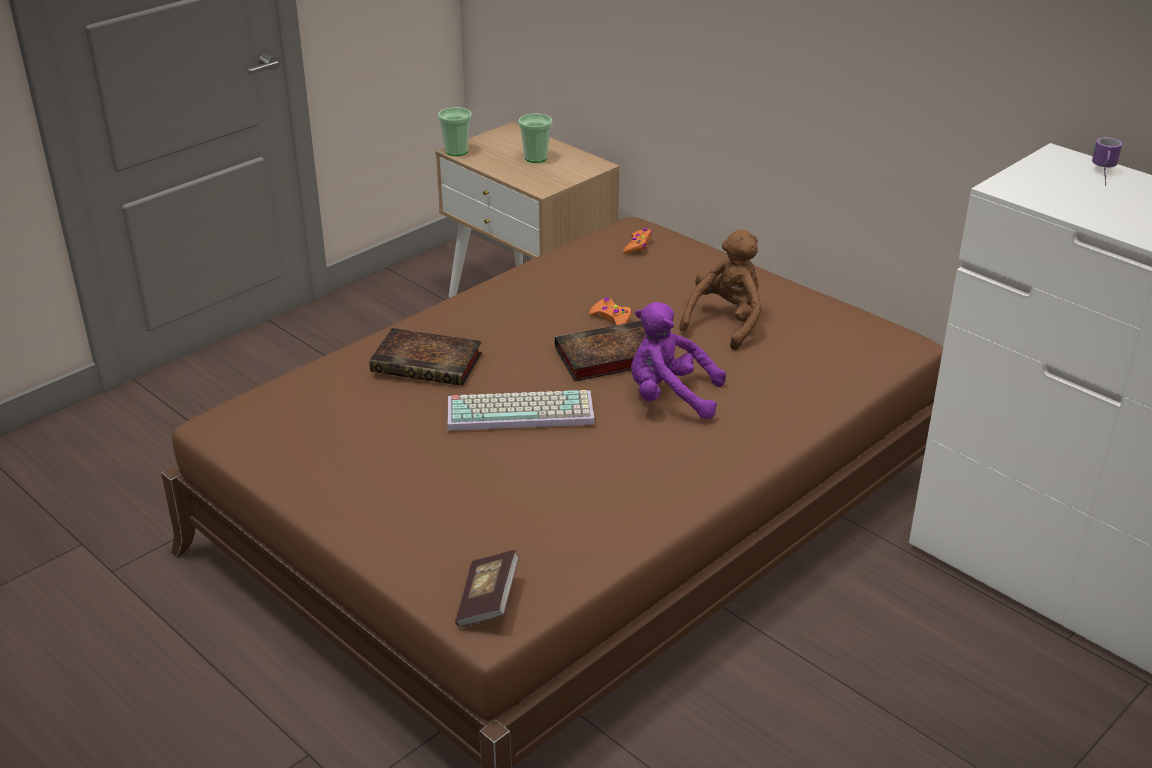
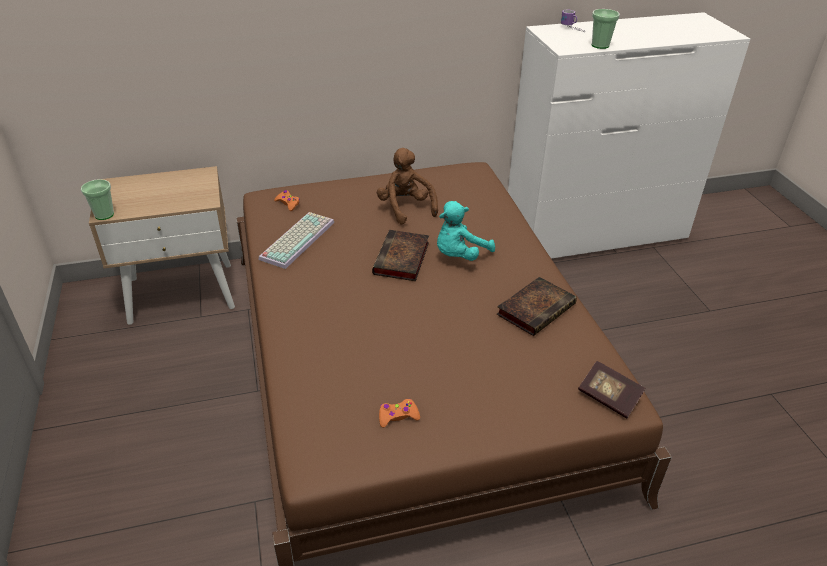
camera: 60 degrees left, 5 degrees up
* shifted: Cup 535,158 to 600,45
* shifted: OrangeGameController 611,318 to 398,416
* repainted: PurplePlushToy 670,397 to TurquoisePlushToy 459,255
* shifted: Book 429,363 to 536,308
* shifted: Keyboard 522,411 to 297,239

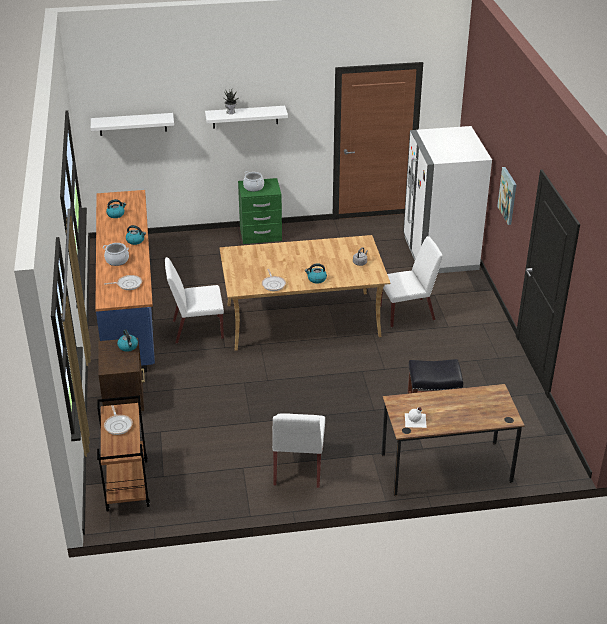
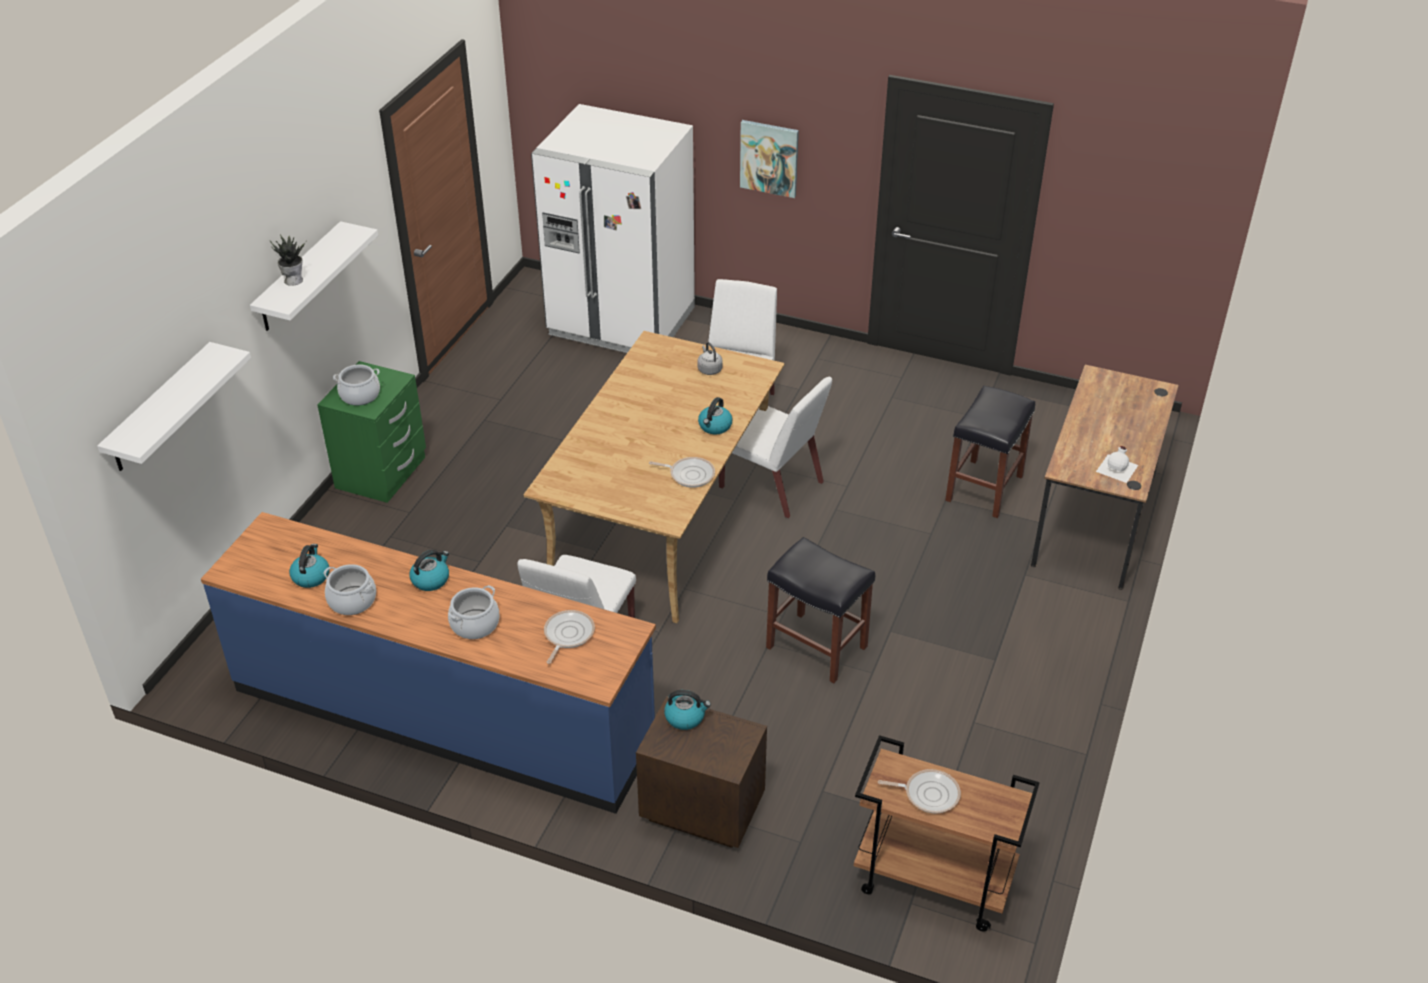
camera: 60 degrees left, 5 degrees up
* shifted: WhiteChair 298,467 to 772,486
* new: BlackStool 818,647
* new: CookingPot 352,601

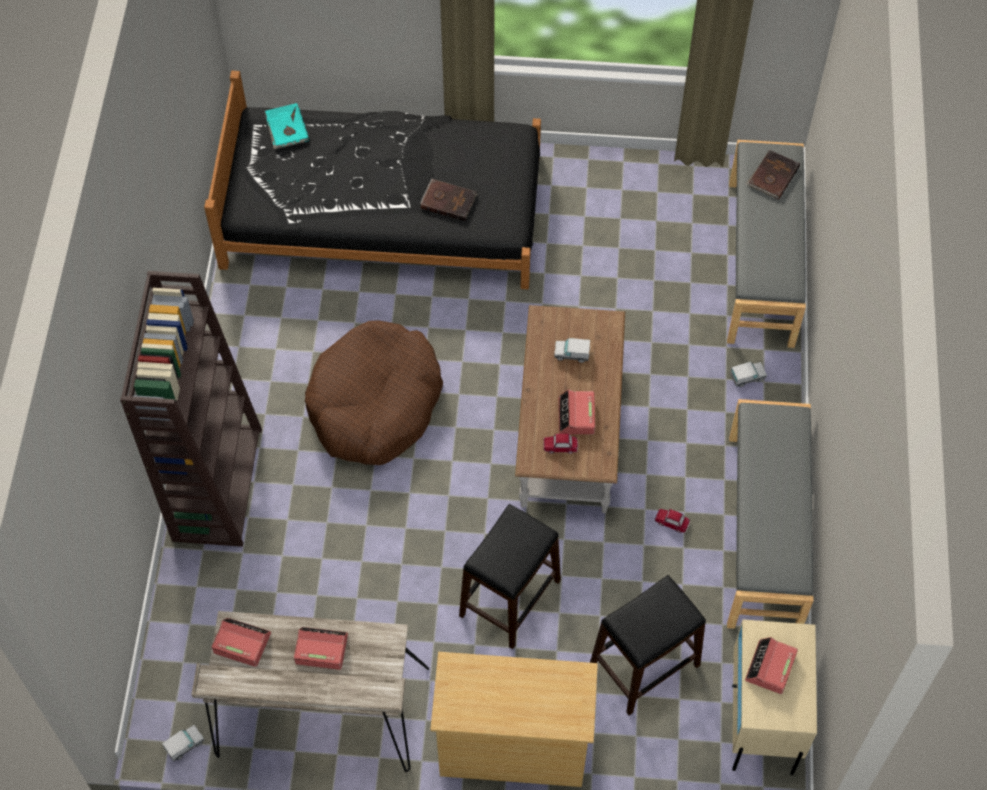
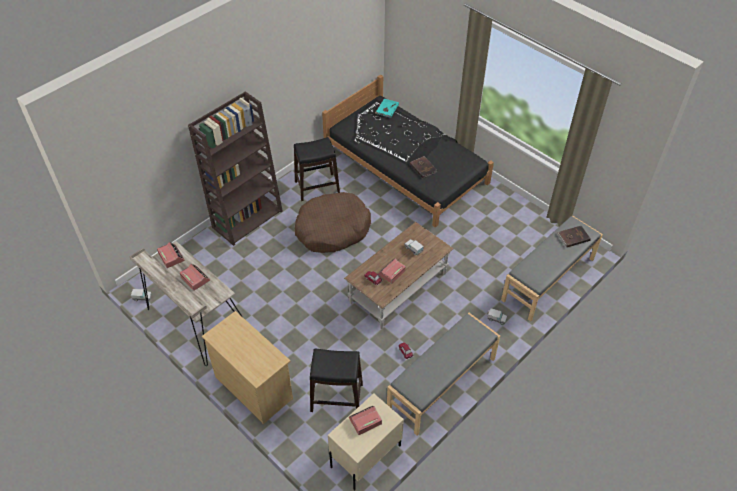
camera: 40 degrees right, 10 degrees down
* shifted: BlackStool 510,598 to 317,187

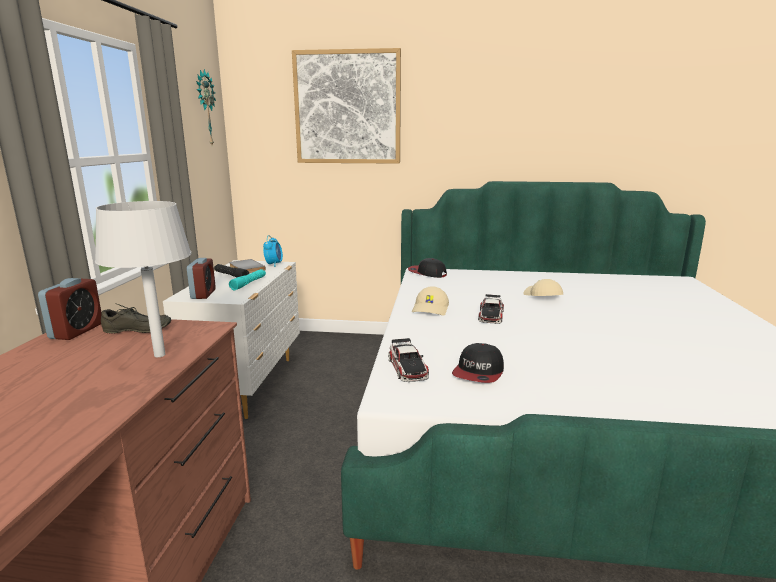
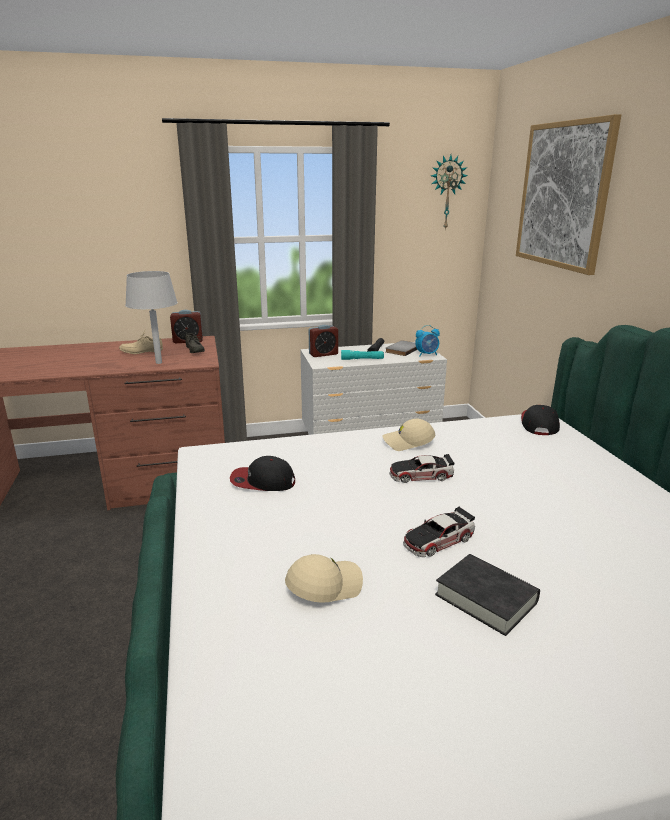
camera: 70 degrees right, 5 degrees up
* shifted: BeigeCap 542,296 to 324,585
* shifted: ToyCar 407,367 to 438,540
* new: BeigeShoe 141,351
* new: BlackBook 486,599

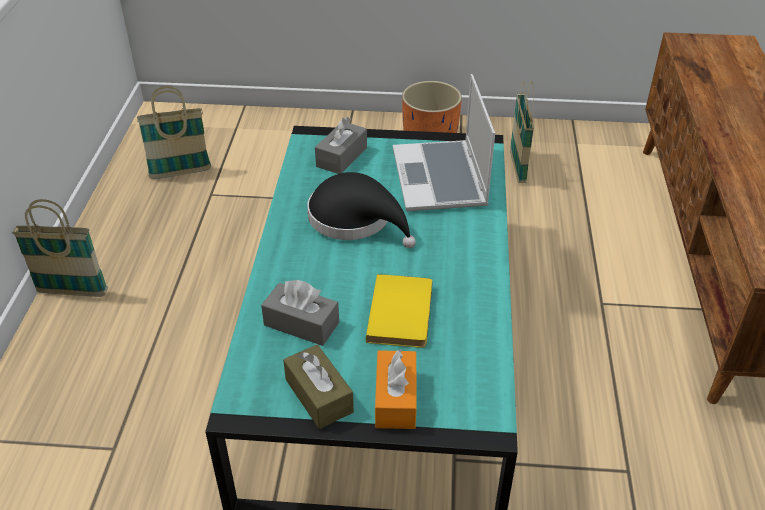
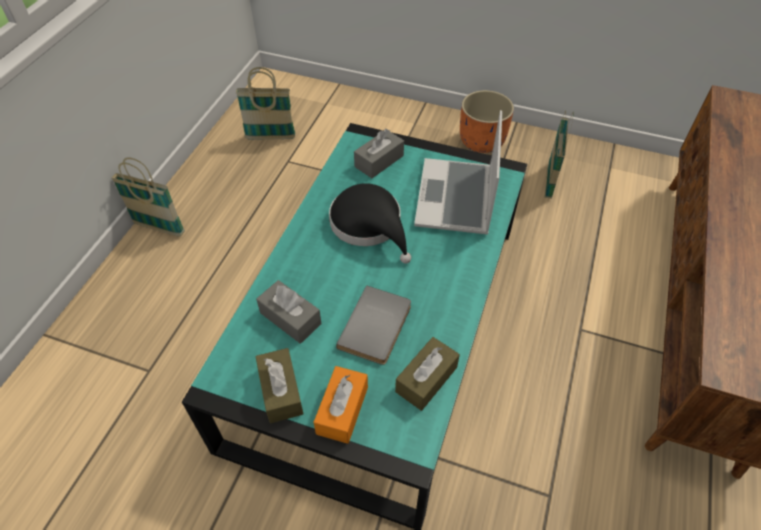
camera: 15 degrees right, 10 degrees up
* repainted: YellowBook 403,313 to GreyBook 377,327
* new: BrownTissueBox 426,379

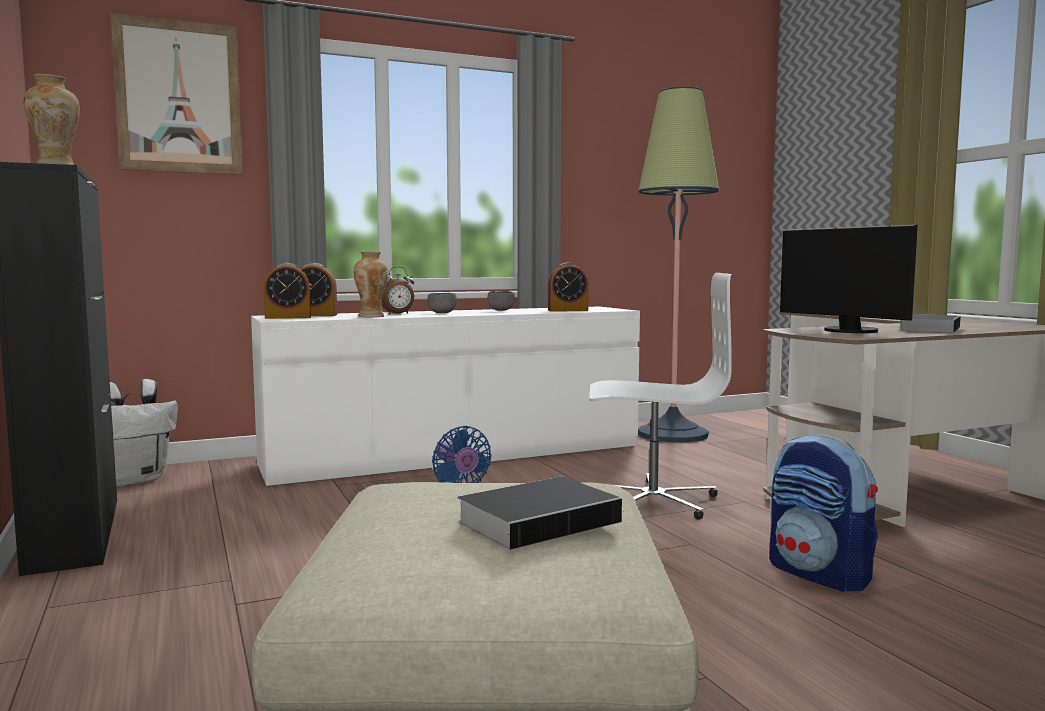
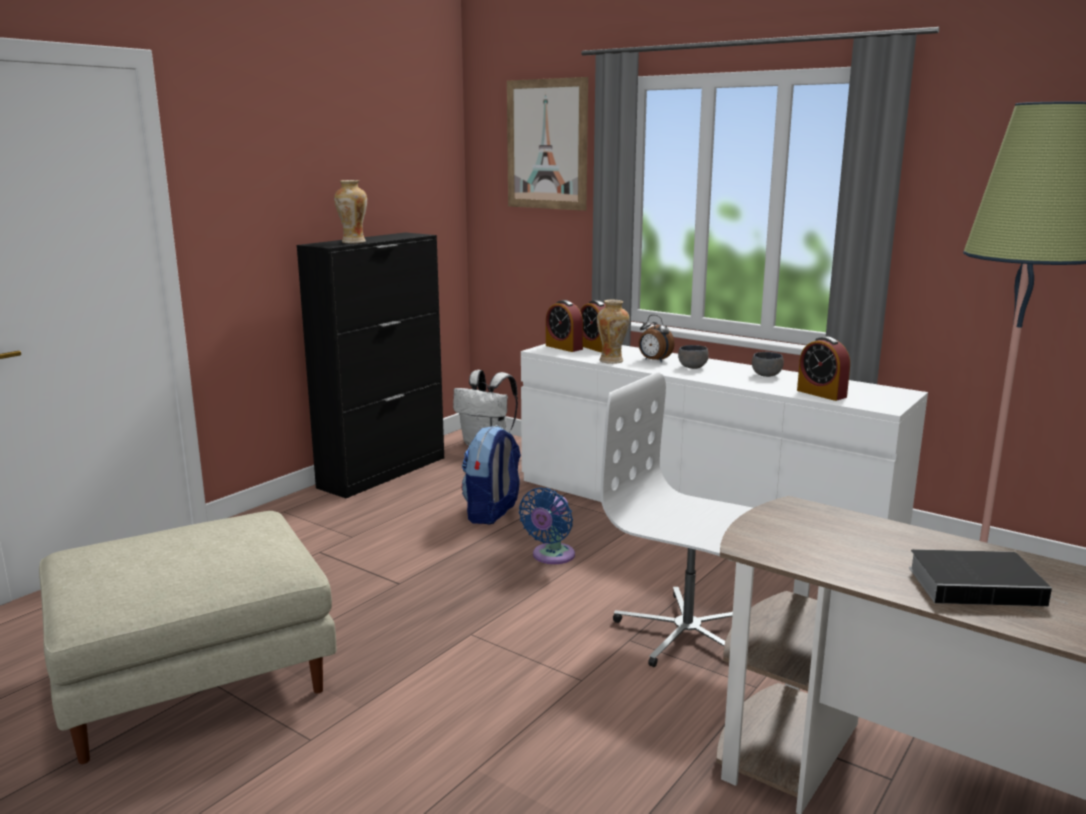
camera: 60 degrees right, 10 degrees up
* gone: Monitor 847,331
* rotated: WhiteOfficeChair 652,500 = 687,633 150 degrees clockwise
* shifted: Backpack 820,574 to 492,513
* gone: Book 542,520

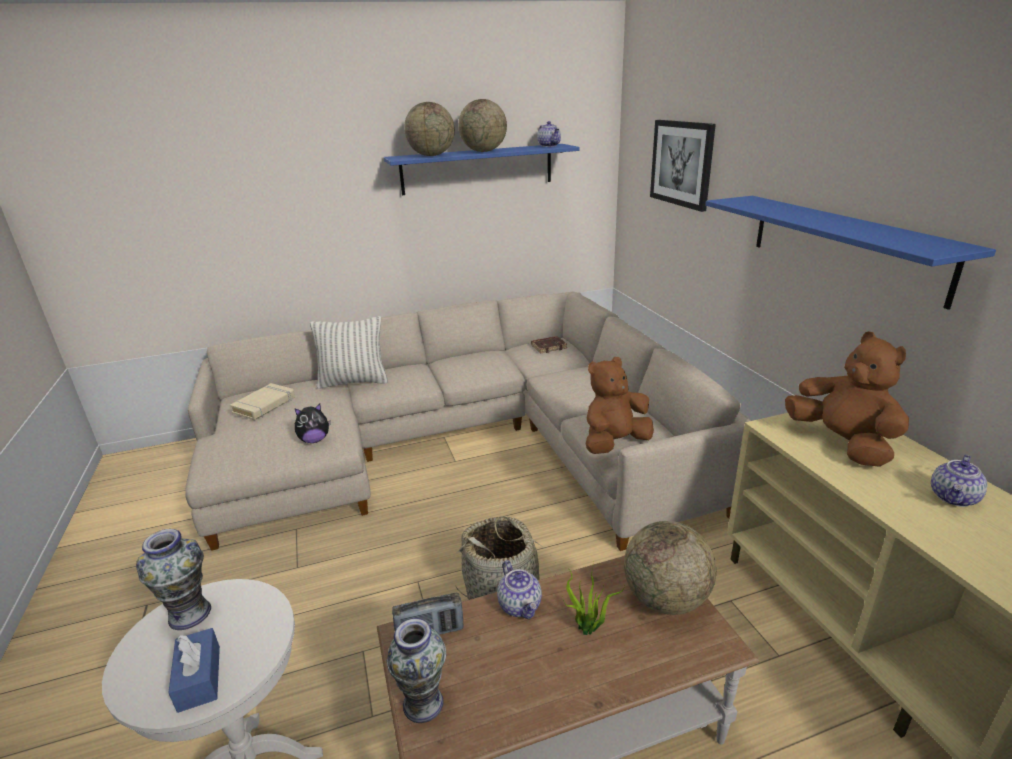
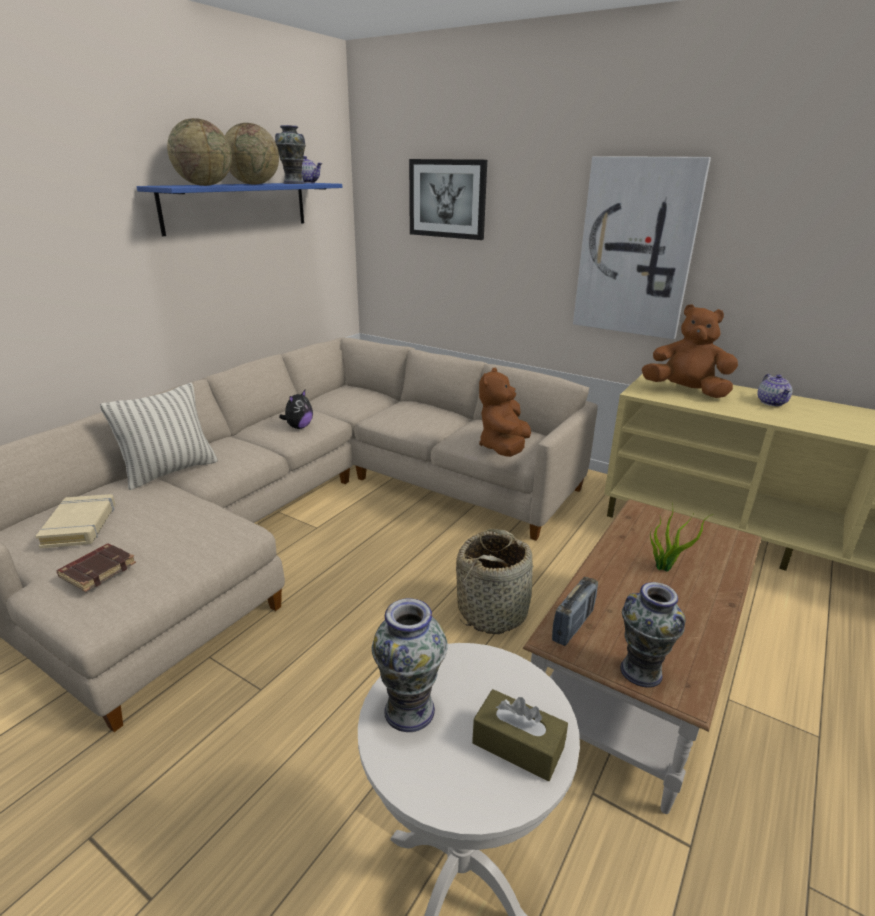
camera: 40 degrees left, 0 degrees up
* swapped: BlueShelf 843,245 to Picture 636,248
* shifted: BrownBook 549,347 to 98,570
* shifted: PlushToy 314,440 to 299,427
* gone: Globe 665,599
* gone: Teapot 520,605
* repainted: BlueTissueBox 199,678 to BrownTissueBox 518,745
* new: Vase 293,183

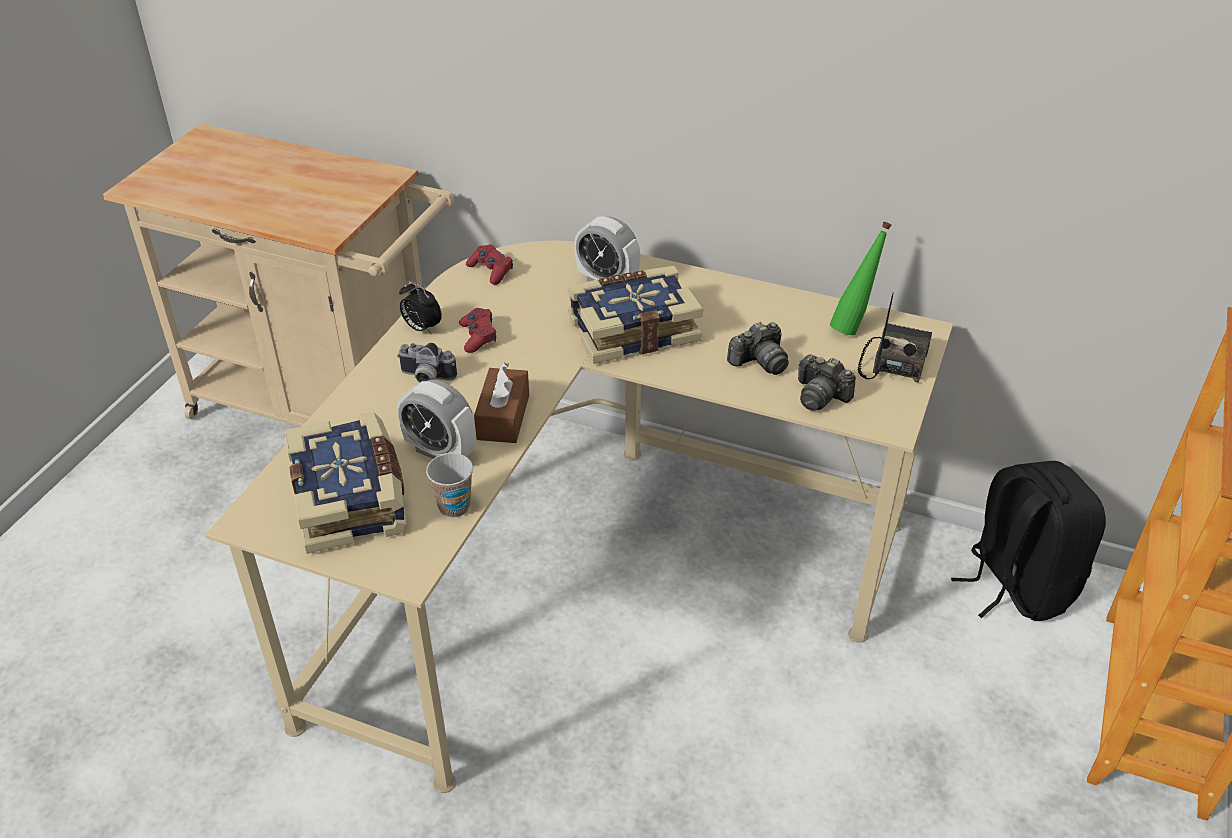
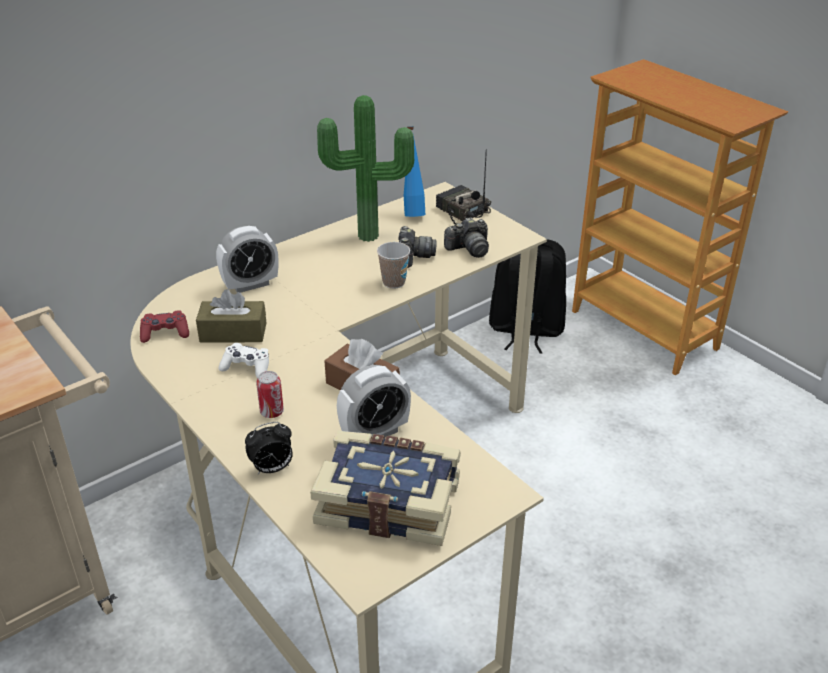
camera: 60 degrees left, 5 degrees down
* repainted: GreenBottle 853,326 to BlueBottle 413,212
* gone: Book 632,329
* shifted: AlarmClock 421,328 to 272,469
* repainted: RedGameController 478,336 to WhiteGameController 247,367
* swapped: PhotoCamera 426,378 to Can 272,412
* shifted: Cup 454,507 to 394,282
* new: PottedPlant 369,238
* new: BrownTissueBox 233,332

